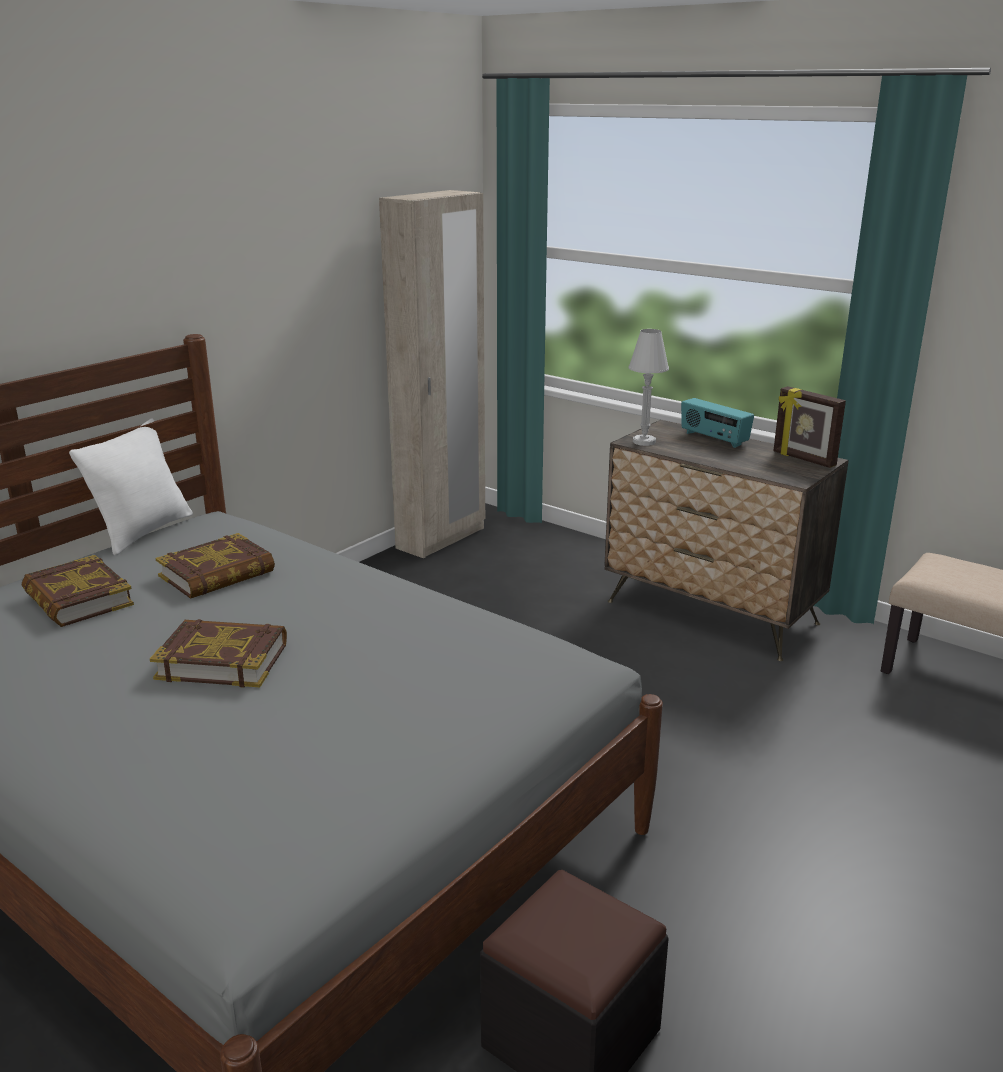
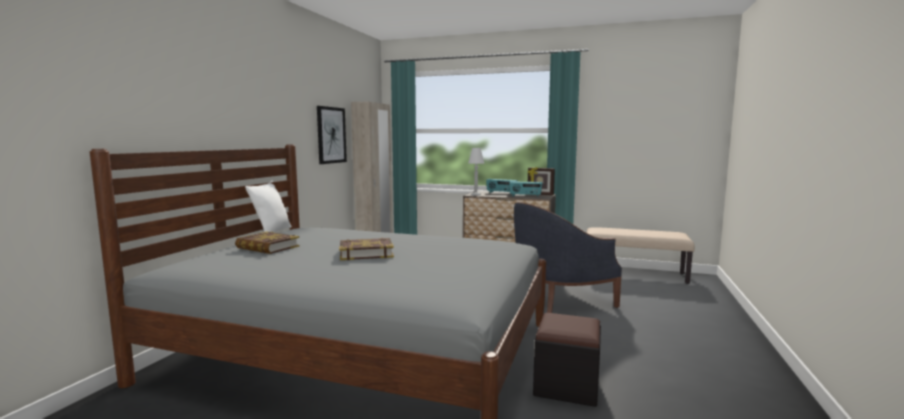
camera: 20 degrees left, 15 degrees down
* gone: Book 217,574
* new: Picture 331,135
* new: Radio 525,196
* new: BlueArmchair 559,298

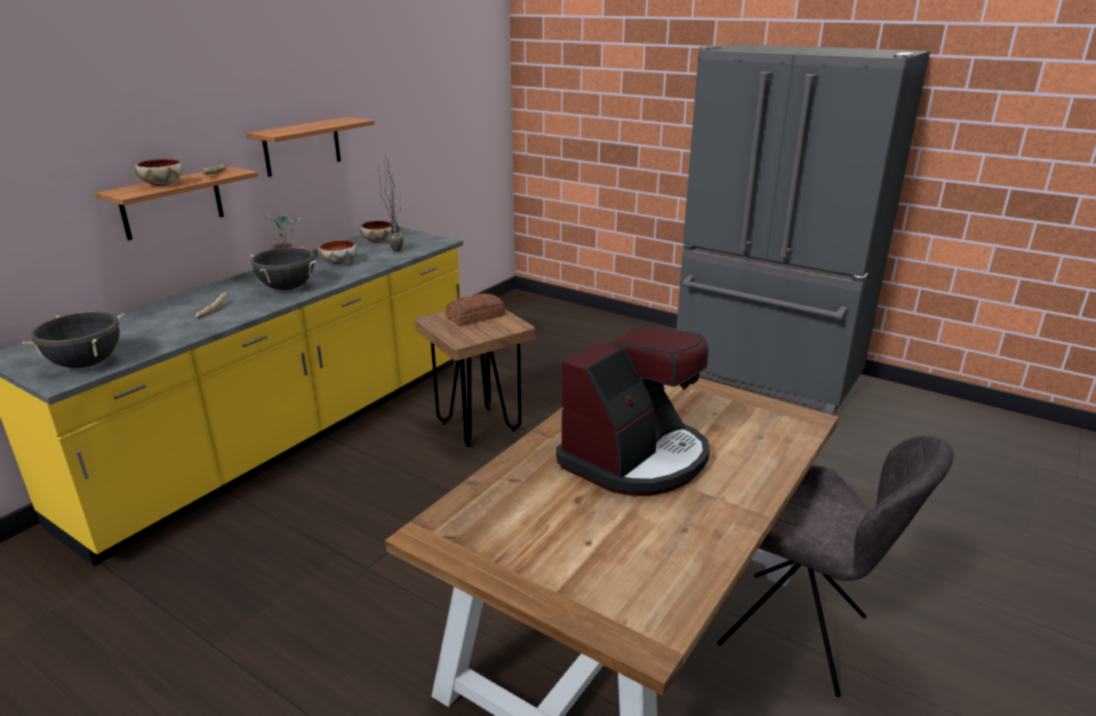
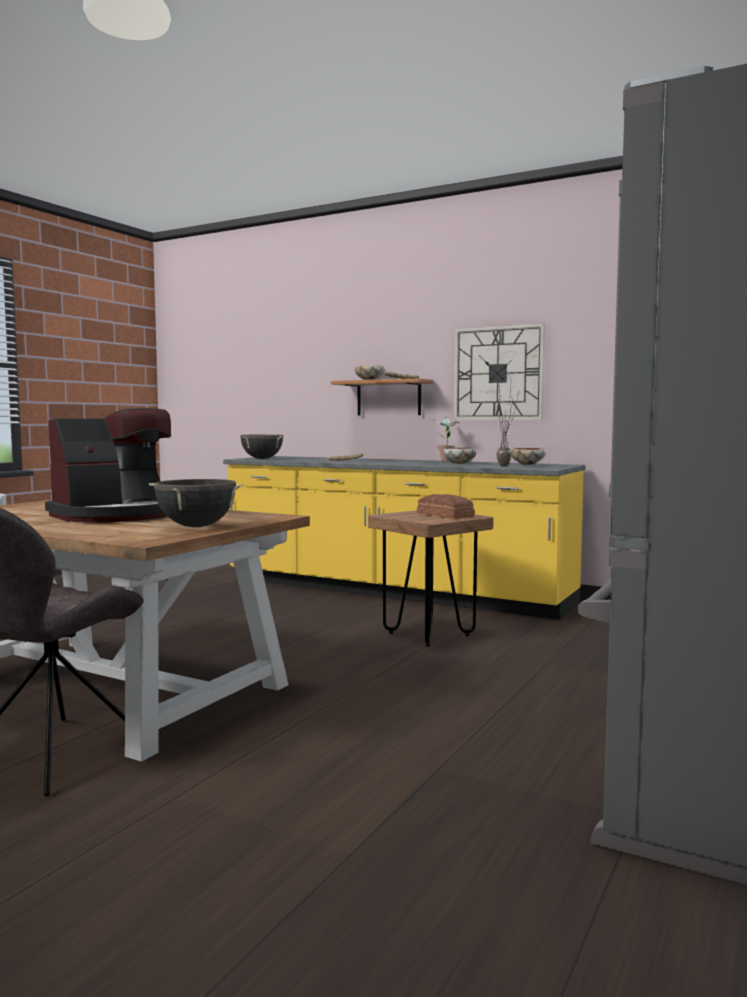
camera: 85 degrees right, 20 degrees down
* swapped: Shelf 302,146 to WallClock 498,373
* shifted: BlackCookingPot 287,288 to 196,526
* rotated: CoffeeMachine 636,458 = 115,516 75 degrees counterclockwise

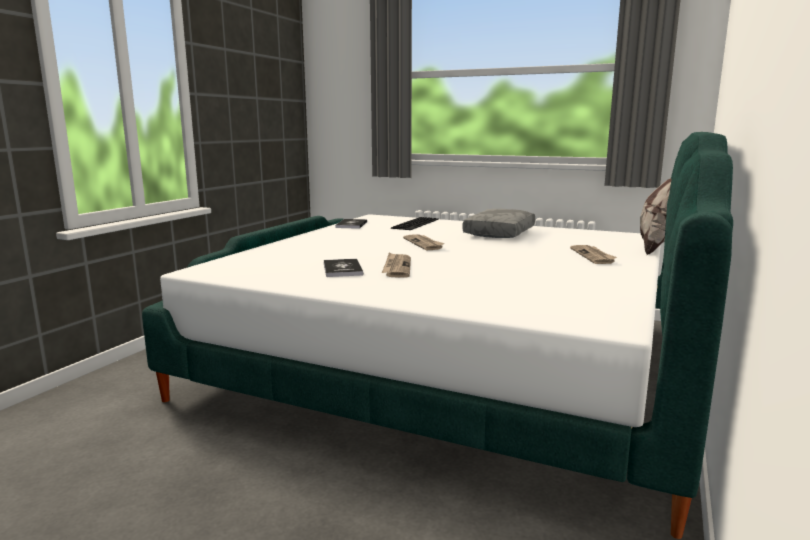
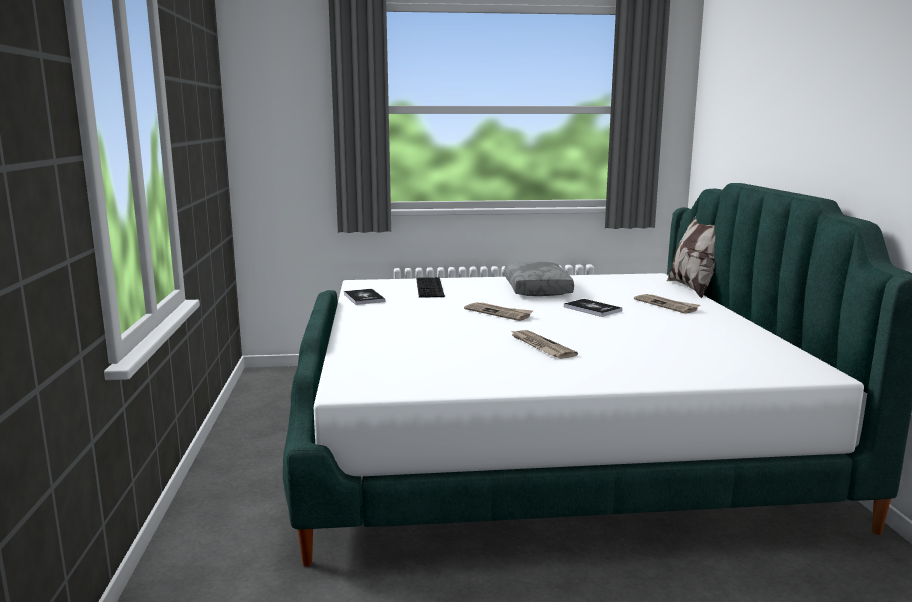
camera: 30 degrees left, 0 degrees up
* shifted: Book 342,269 to 592,309

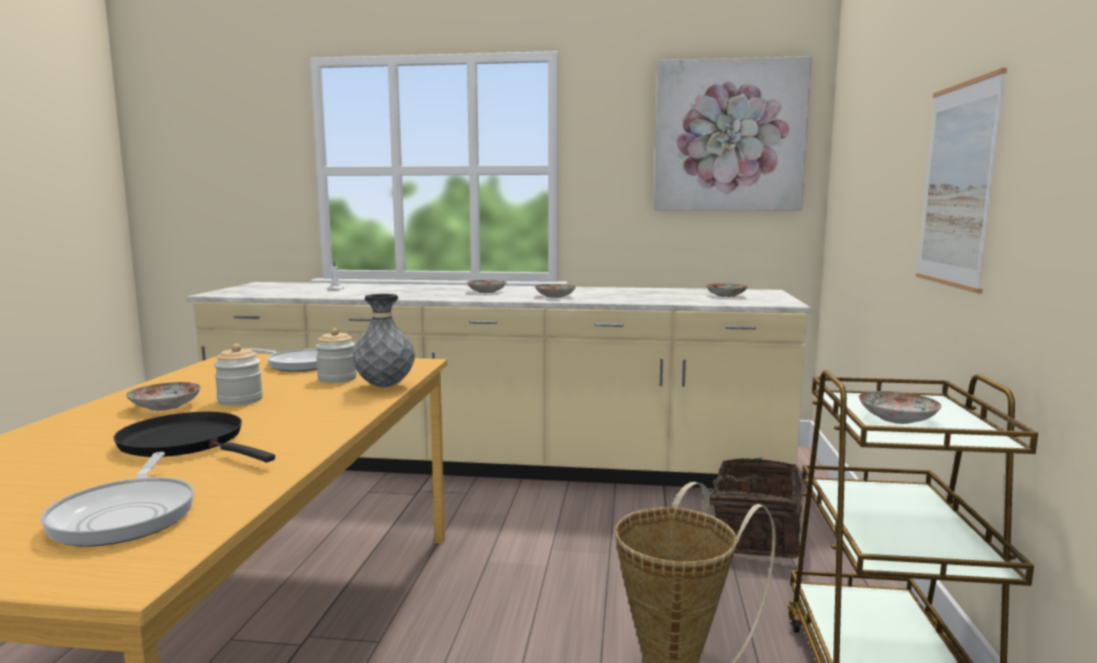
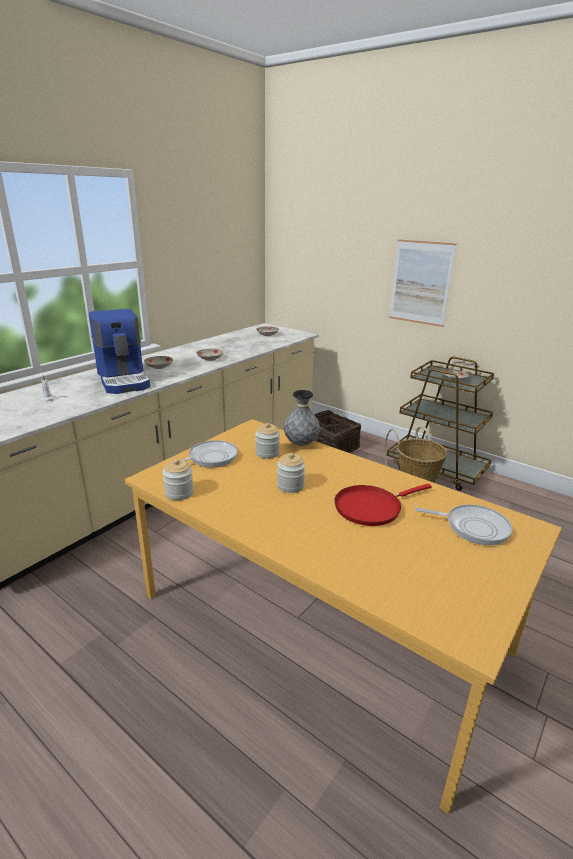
camera: 60 degrees left, 15 degrees up
* gone: Picture 729,136
* gone: Plate 166,406
* repainted: BlackFryingPan 187,443 to RedFryingPan 371,507
* new: CoffeeMachine 124,380
* new: Jar 179,493

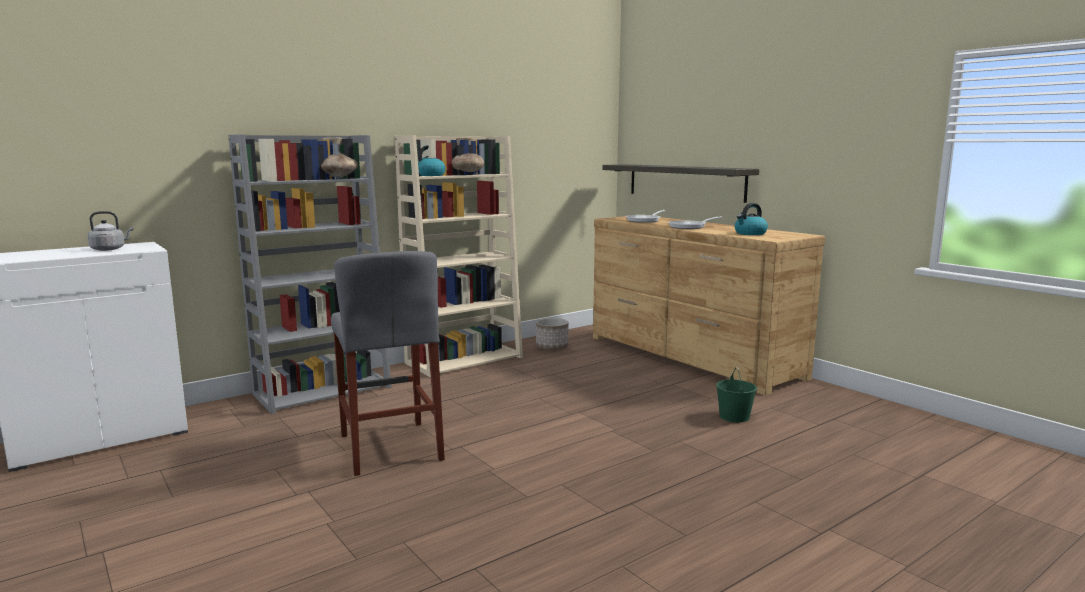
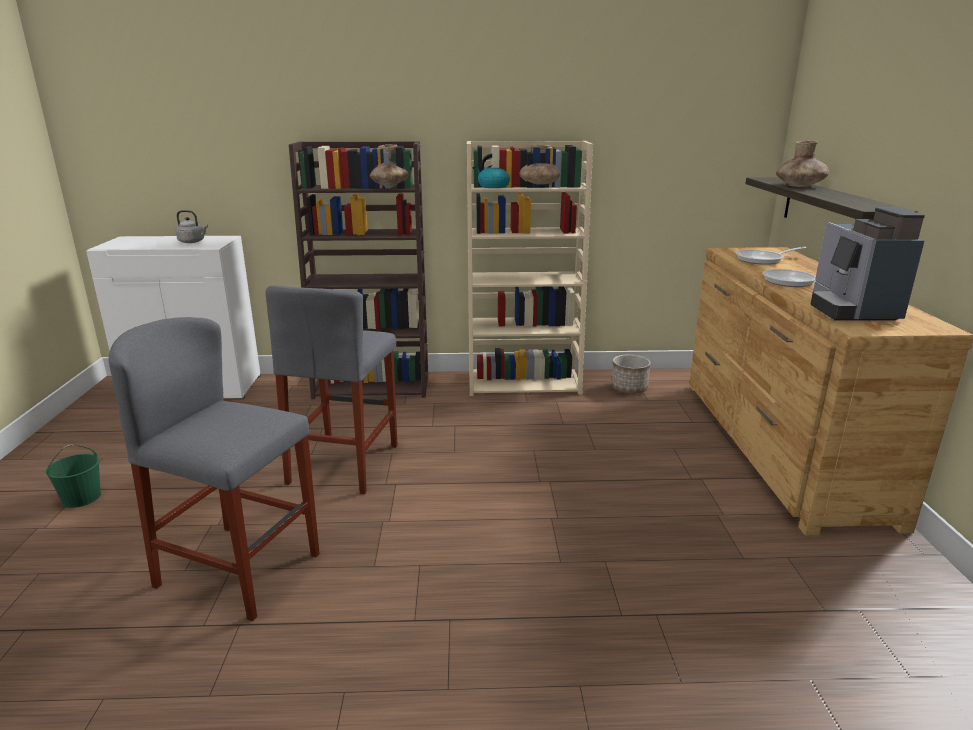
camera: 35 degrees right, 10 degrees up
* repainted: GreyBookcase 324,390 to BrownBookcase 373,385
* swapped: Kettle 750,233 to CoffeeMachine 851,310
* shifted: GreenBucket 734,416 to 82,497
* new: BrownVase 799,186
* new: GreyStool 239,570

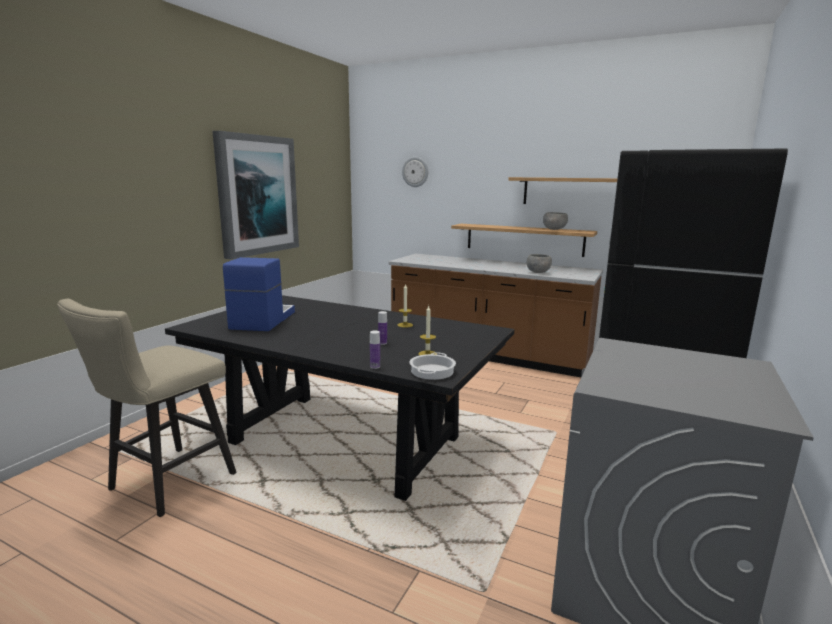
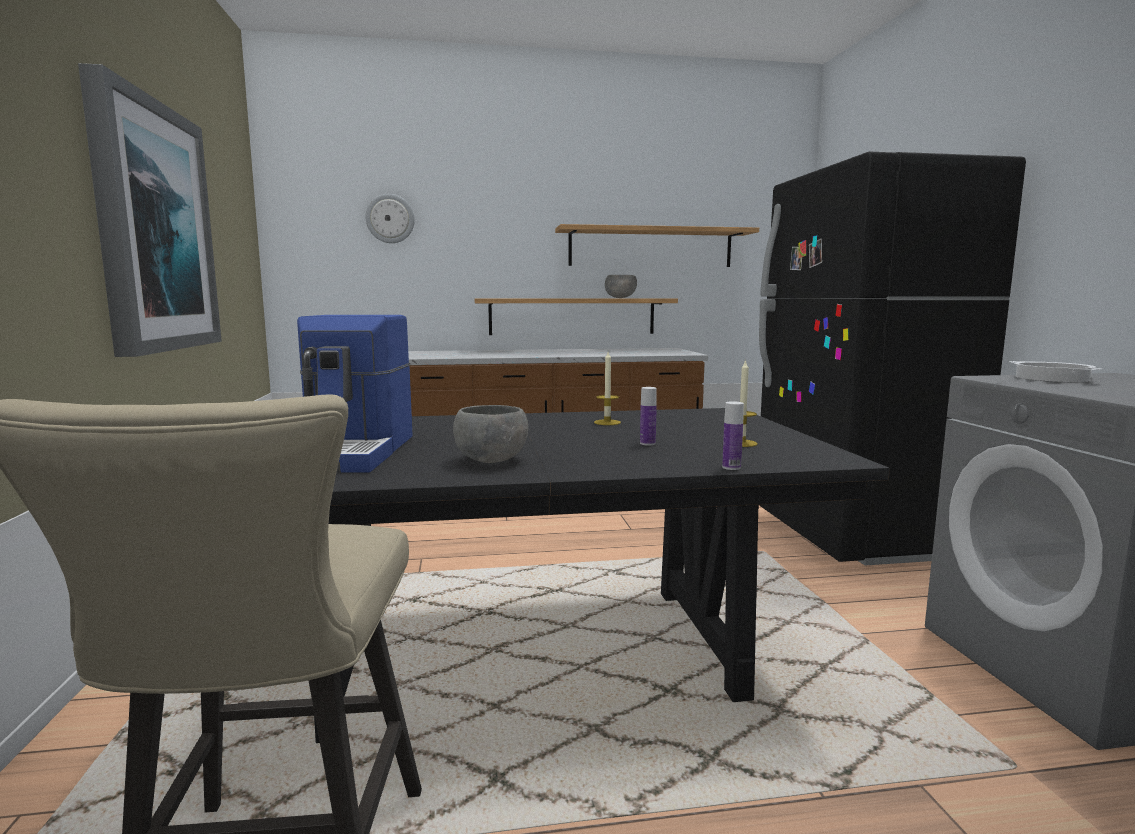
camera: 35 degrees left, 5 degrees down
* shifted: GreyBowl 538,272 to 492,460
* rotated: CoffeeMachine 262,320 = 354,452 150 degrees counterclockwise
* shifted: CookingPot 432,371 to 1052,378

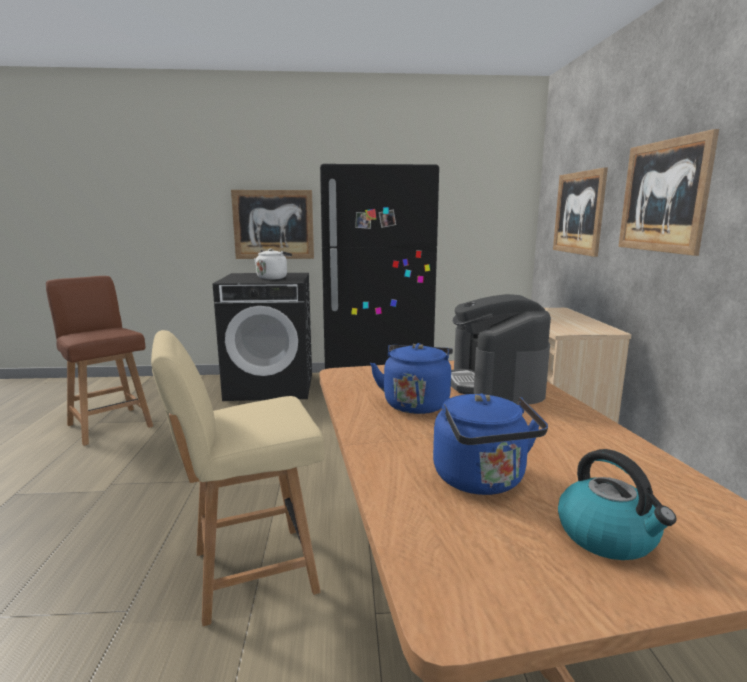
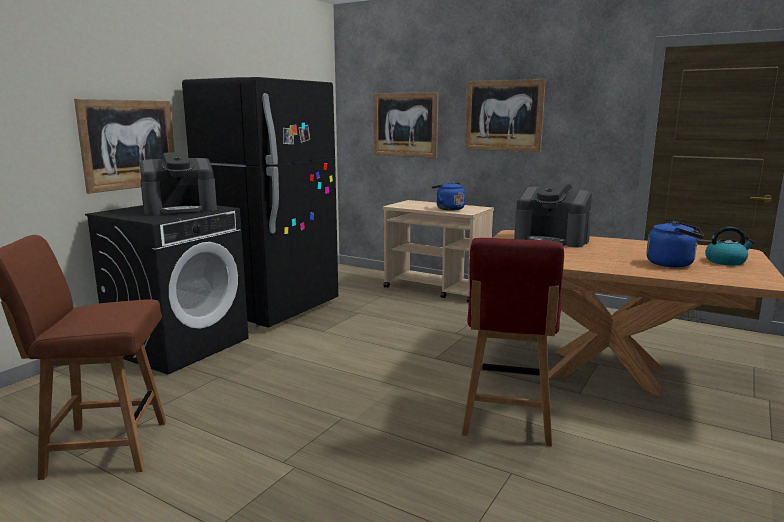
camera: 55 degrees left, 0 degrees up
* swapped: WhiteKettle 273,278 to CoffeeMachine 180,209
* repainted: BeigeChair 250,572 to RedChair 507,420
* shifted: BlueKettle 416,403 to 448,209

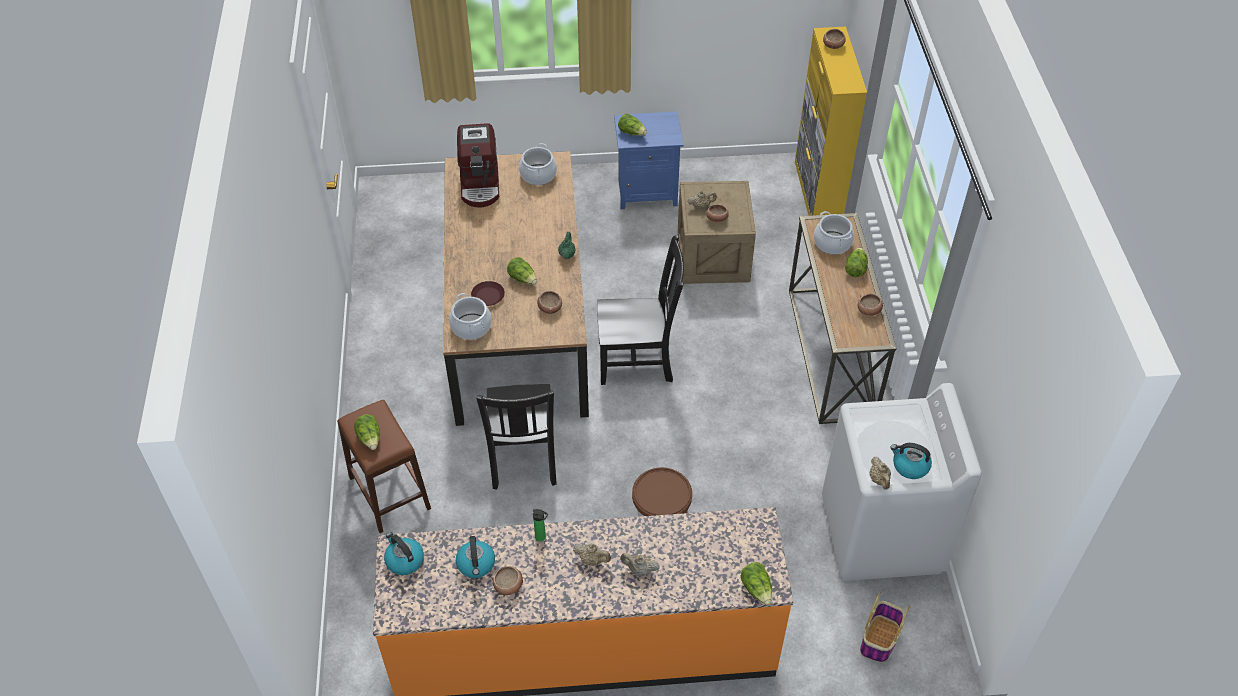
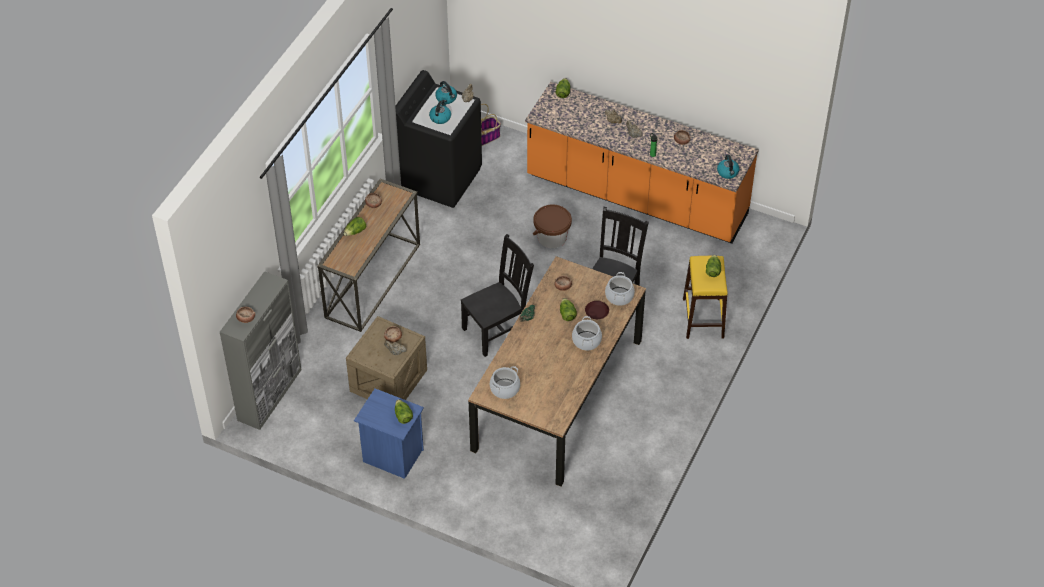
camera: 150 degrees left, 0 degrees up
* repainted: YellowCabinet 817,193 to GreyCabinet 270,394
* gone: CoffeeMachine 480,184
* shifted: CookingPot 832,243 to 586,341
* rotated: BlackChair 638,360 = 497,330 120 degrees clockwise
* repainted: WhiteWashingMachine 881,535 to BlackWashingMachine 440,177
* repainted: BrownStool 390,492 to YellowStool 702,318
* shifted: Kettle 476,564 to 440,117

